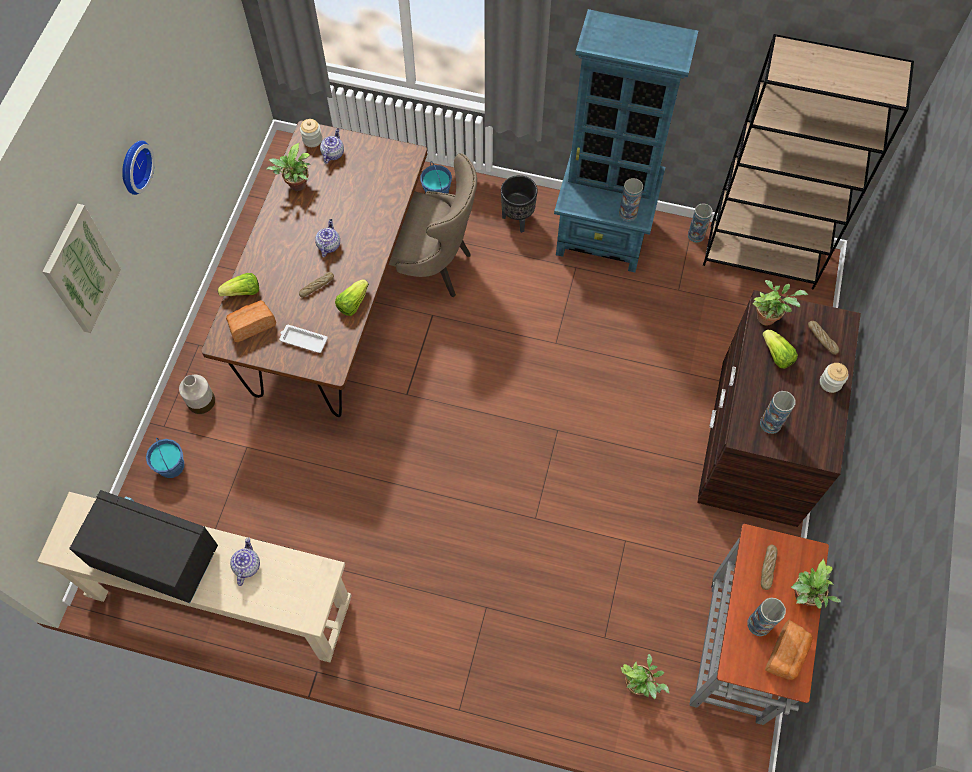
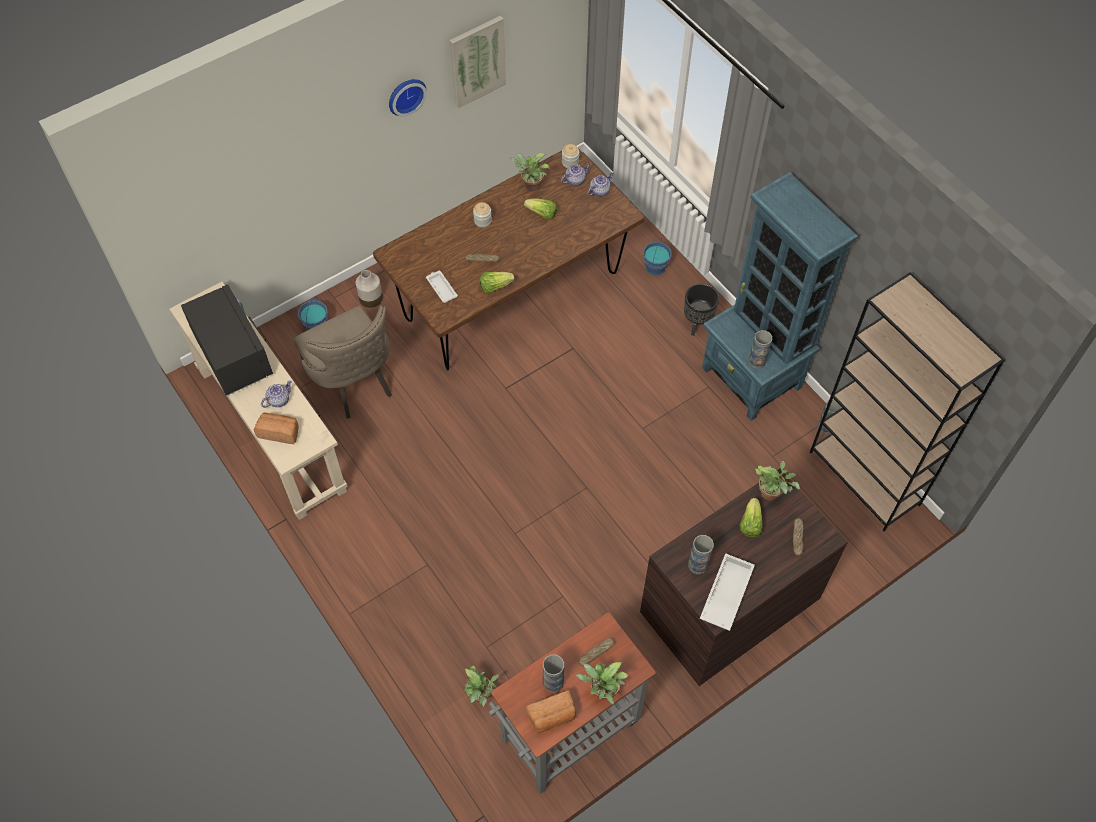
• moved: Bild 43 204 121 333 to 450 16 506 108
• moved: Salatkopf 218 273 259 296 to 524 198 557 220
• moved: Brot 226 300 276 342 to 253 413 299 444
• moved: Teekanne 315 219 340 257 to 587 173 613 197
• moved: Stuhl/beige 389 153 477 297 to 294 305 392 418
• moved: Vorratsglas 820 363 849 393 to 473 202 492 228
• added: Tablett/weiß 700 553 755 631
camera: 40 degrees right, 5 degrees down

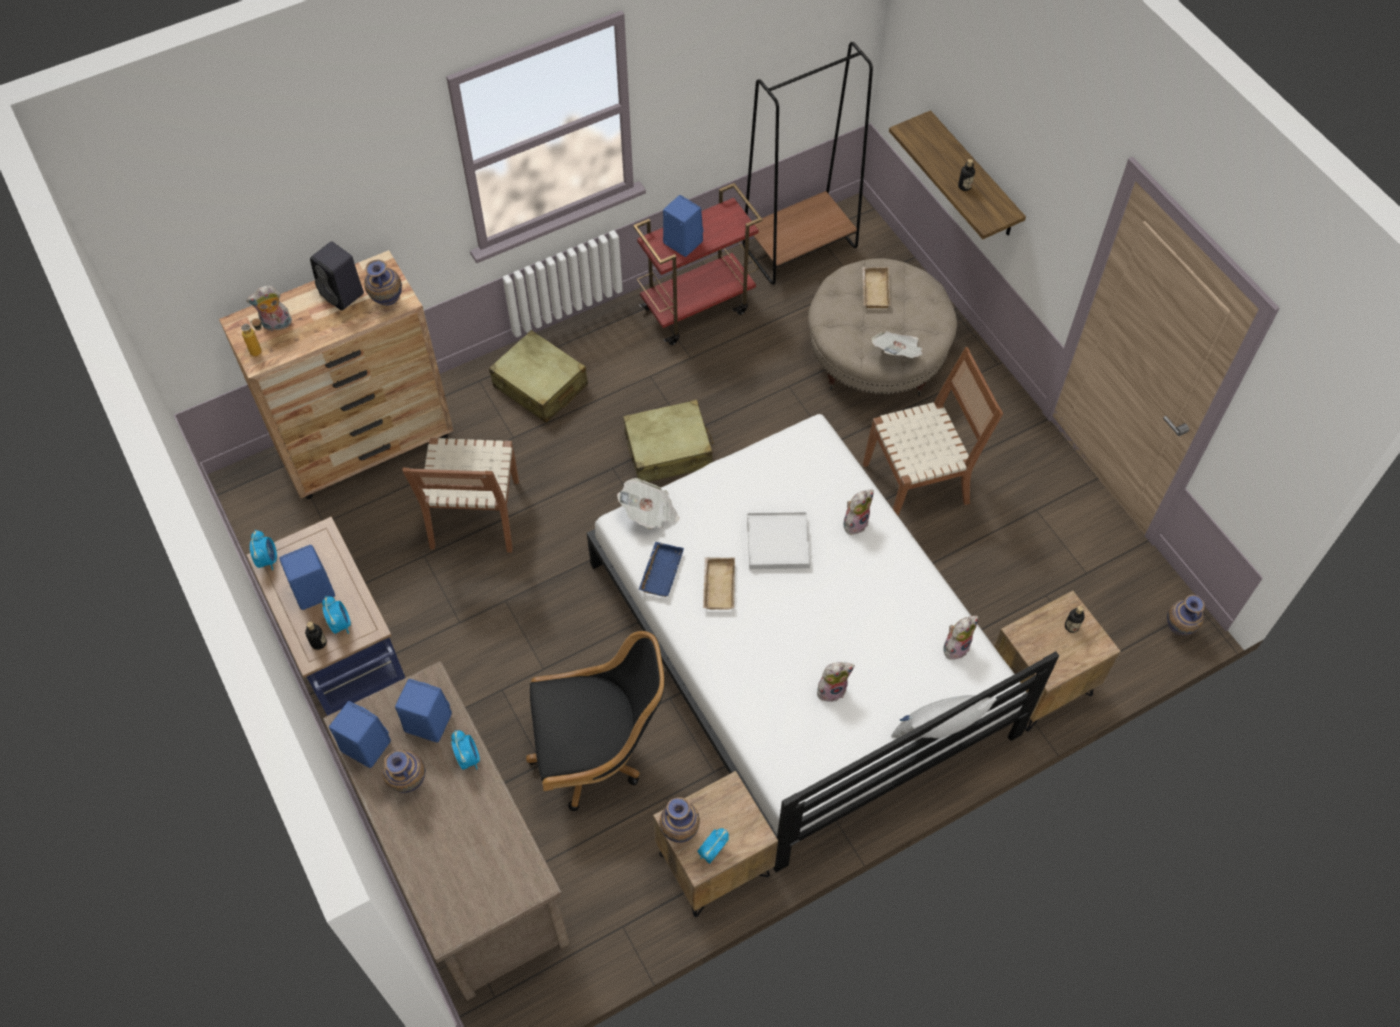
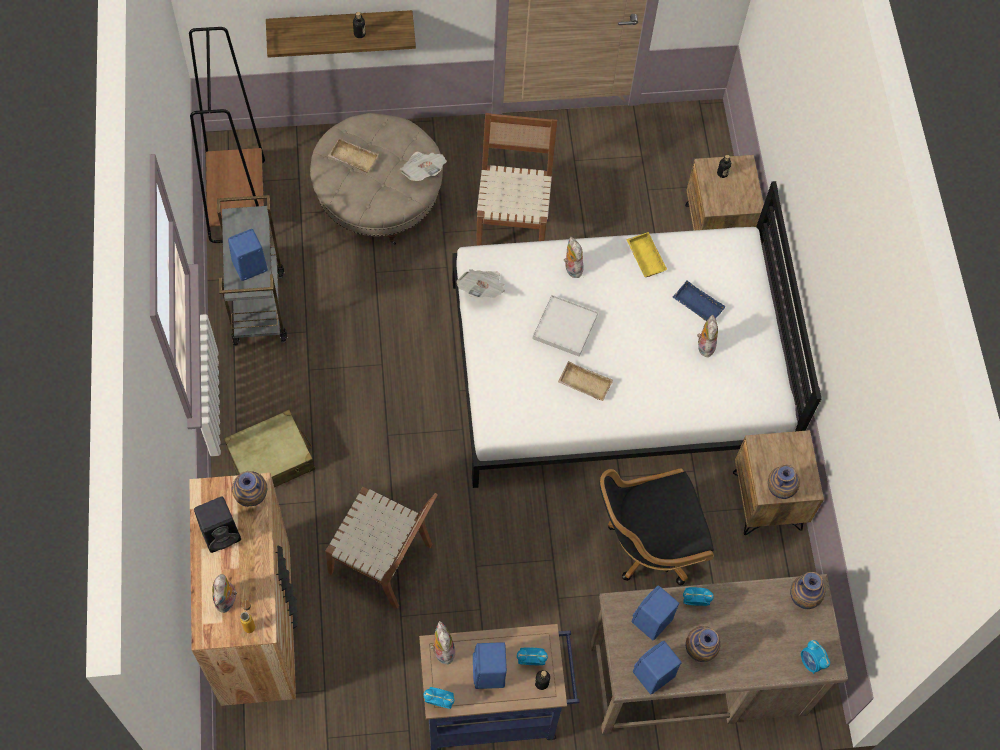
• turned: Bürostuhl/schwarz 526 631 665 811 = 600 469 714 586 120 degrees counterclockwise
• moved: Zeitung 617 478 679 529 to 456 269 505 298
• removed: Koffer/beige 623 400 714 482
• recoloured: Rollwagen/rot 633 183 763 345 to Rollwagen/grau 217 195 288 346
• moved: Tablett/blau 639 542 684 597 to 672 280 726 321
• moved: Wecker 697 828 729 864 to 801 640 830 674
• removed: Kissen/grau 891 695 997 741
• moved: Plüschtier 943 616 978 660 to 430 621 455 664
• moved: Vase 1167 595 1205 635 to 790 572 825 609
• added: Tablett/gelb 626 232 667 277
camera: 70 degrees left, 5 degrees up

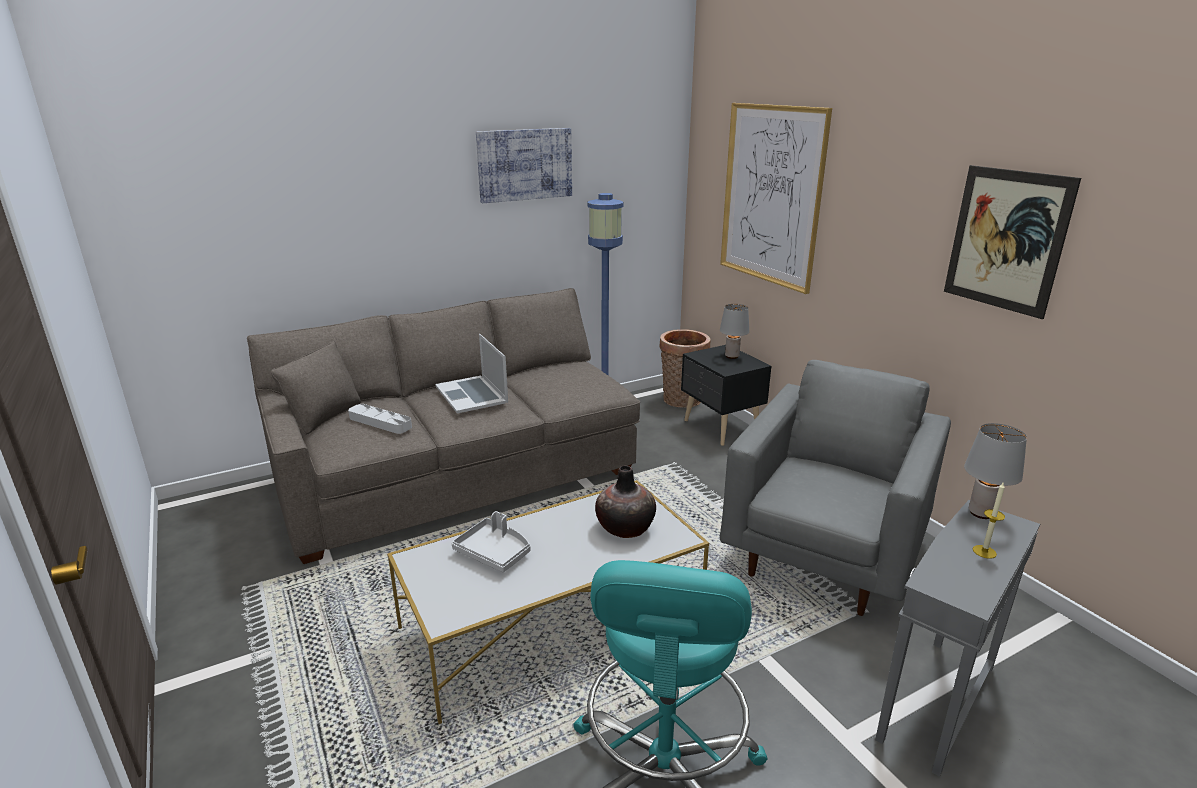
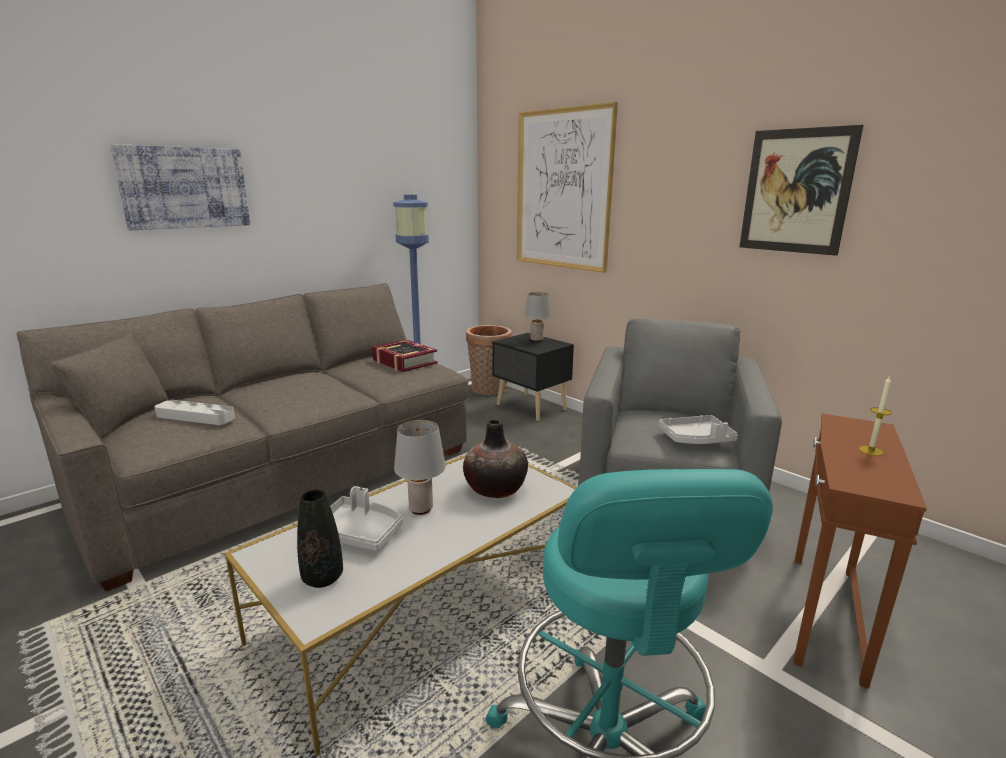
• removed: Laptop 435 334 508 413
• moved: Bild 476 128 572 203 to 110 144 250 230
• recoloured: Beistelltisch/grau 875 500 1040 777 to Beistelltisch/braun 794 413 927 689
• moved: Tischlampe/grau 964 423 1027 519 to 394 420 446 515
• added: Vase/schwarz 297 489 343 588
• added: Buch 372 340 438 372
• added: Tablett/grau 658 415 738 444
camera: 15 degrees left, 5 degrees down

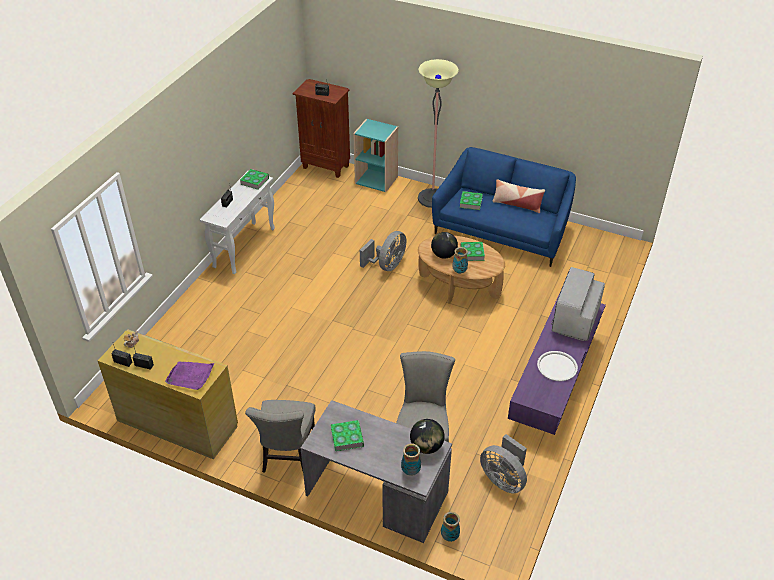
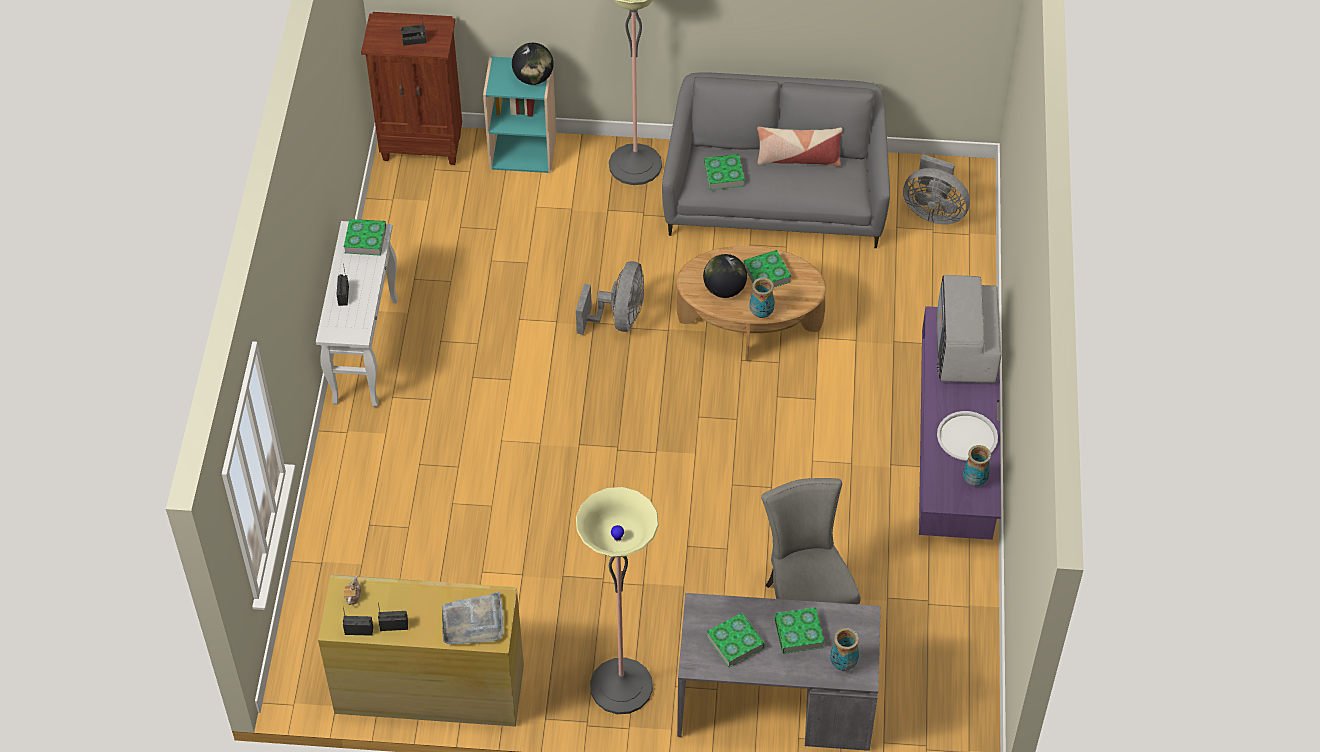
• recoloured: Tablett/lila 165 361 215 390 to Tablett/grau 442 591 504 644
• replaced: Stuhl/grau 245 400 316 473 to Stehlampe 576 487 659 714
• moved: Globus 410 419 445 454 to 512 43 554 85
• recoloured: Sofa/blau 432 147 576 267 to Sofa/grau 662 72 890 248
• moved: Vase 441 512 460 542 to 963 445 991 486
• moved: Ventilator/grau 480 434 527 493 to 903 154 970 225
• added: Buch 774 607 824 654
camera: 20 degrees left, 10 degrees up

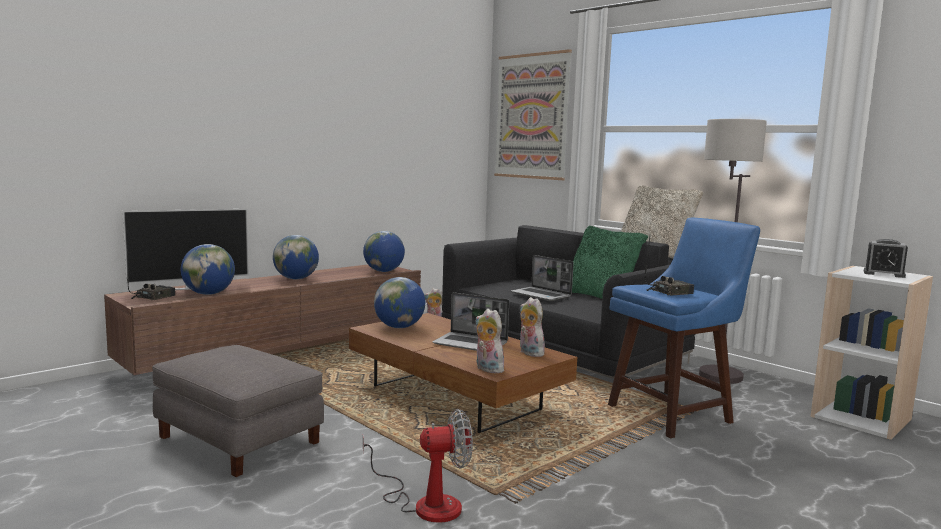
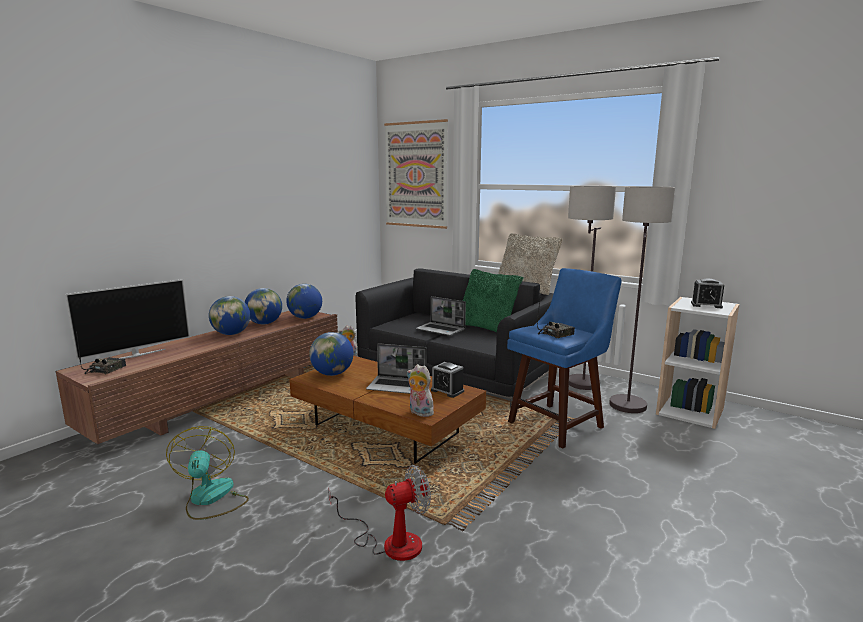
• replaced: Polsterhocker/grau 152 345 324 477 to Ventilator 166 426 249 520
• moved: Globus 181 244 235 295 to 245 288 282 324
• replaced: Plüschtier 520 297 547 357 to Wecker 431 362 464 398
• added: Stehlampe/grau 609 186 675 413
camera: 10 degrees left, 5 degrees up

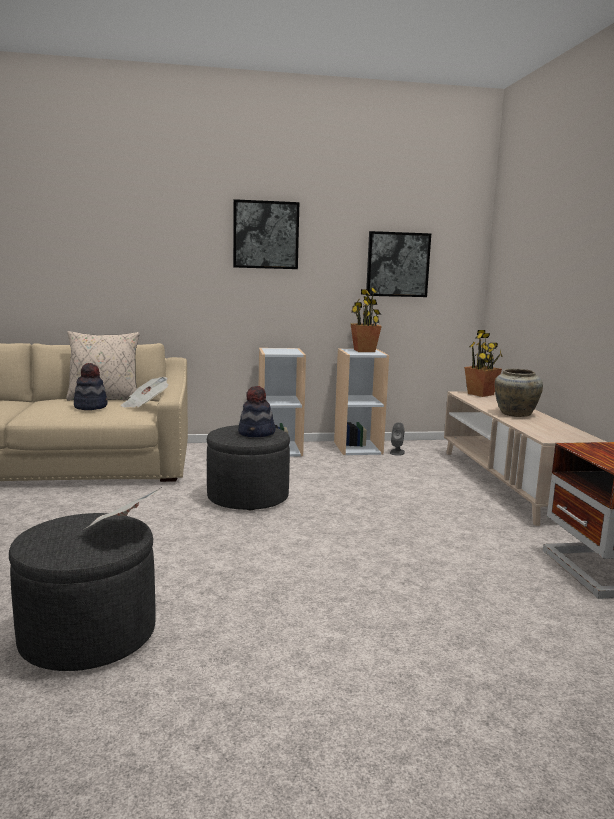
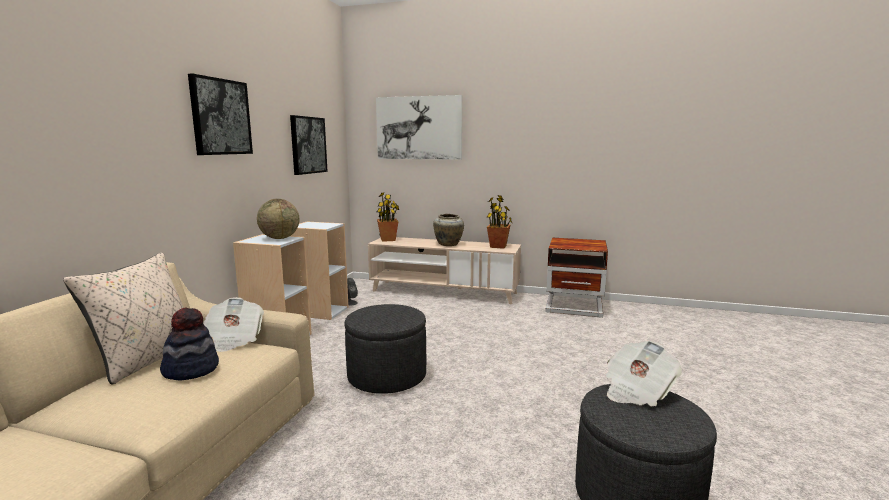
• removed: Hut 238 386 276 437
• moved: Topfpflanze 350 288 382 352 to 487 195 512 249
• added: Globus 257 199 300 239
• added: Bild 376 95 462 160
camera: 65 degrees left, 0 degrees up

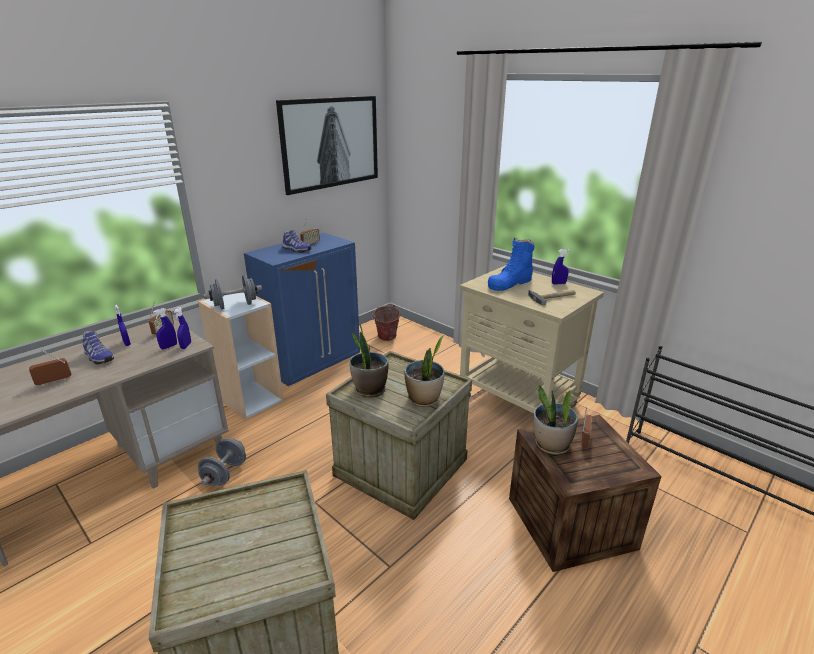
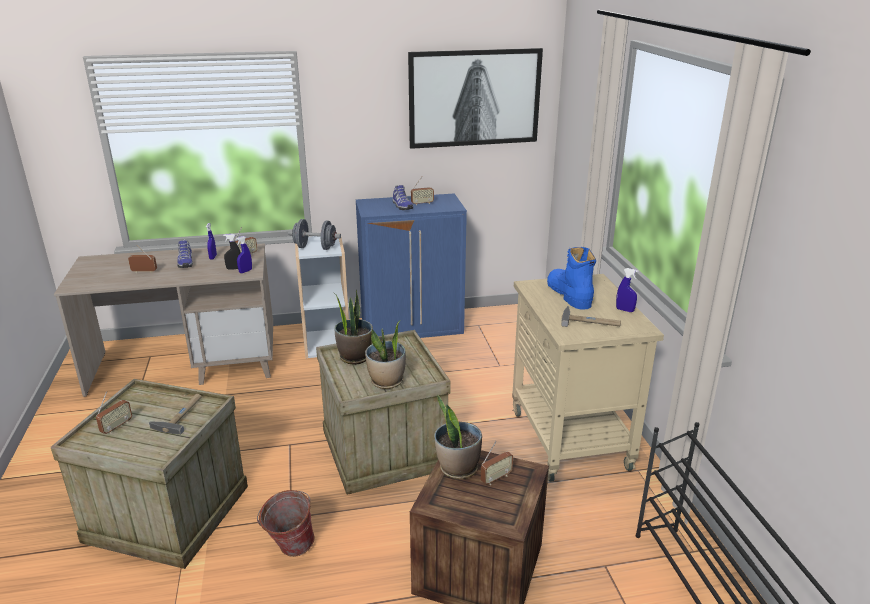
• recoloured: Sprühflasche/blau 153 308 177 350 to Sprühflasche/schwarz 223 234 241 270
• removed: Hantel/grau 198 438 246 486
• moved: Eimer 372 305 400 341 to 257 490 315 557
• turned: Stiefel/blau 488 238 535 291 = 547 247 596 309 75 degrees clockwise
• added: Radio 96 391 132 434
• added: Hammer 149 394 202 434
camera: 35 degrees right, 0 degrees up

